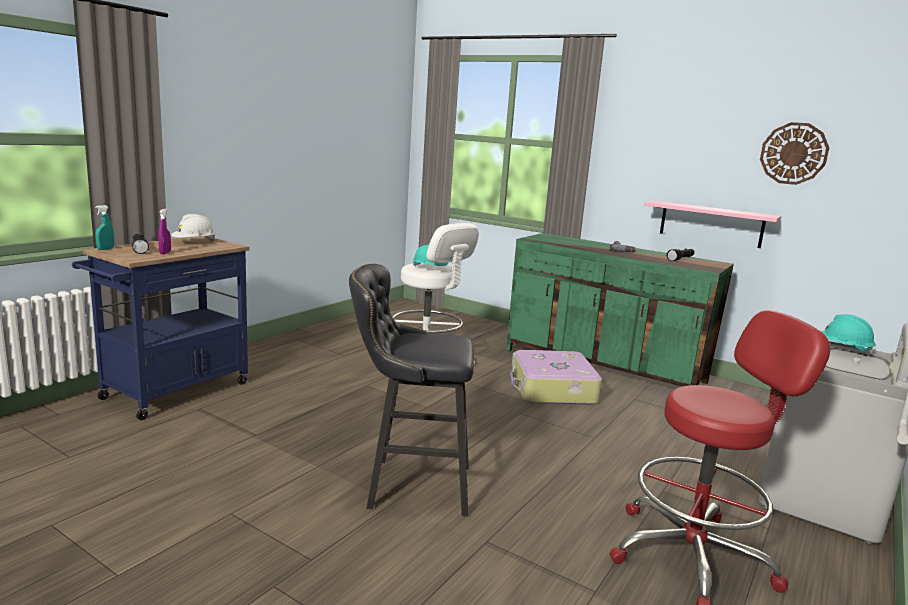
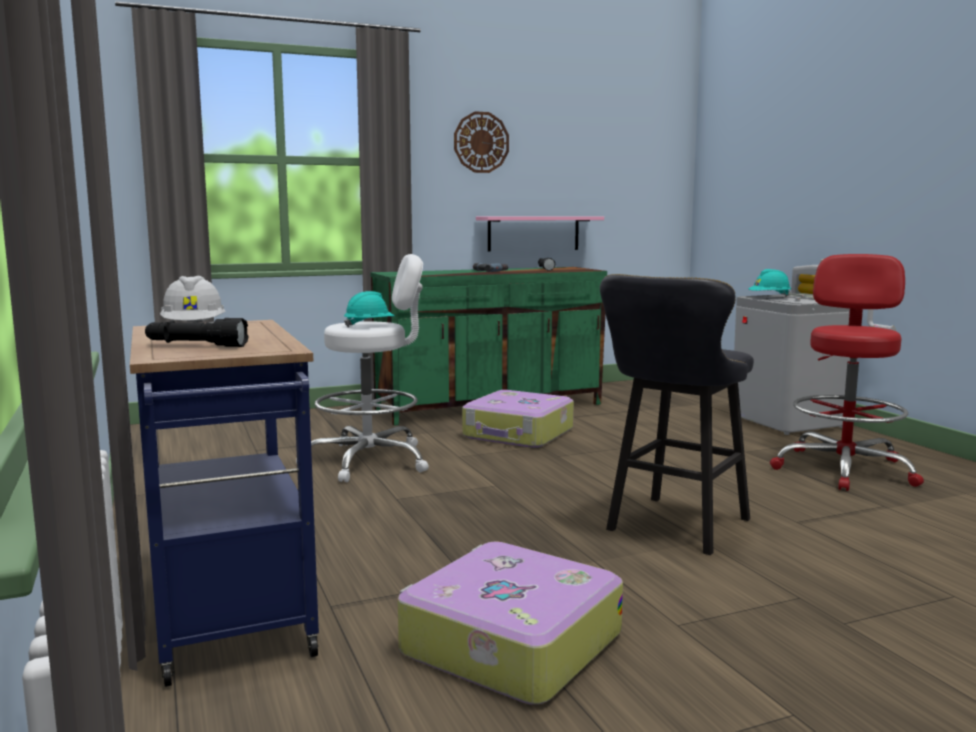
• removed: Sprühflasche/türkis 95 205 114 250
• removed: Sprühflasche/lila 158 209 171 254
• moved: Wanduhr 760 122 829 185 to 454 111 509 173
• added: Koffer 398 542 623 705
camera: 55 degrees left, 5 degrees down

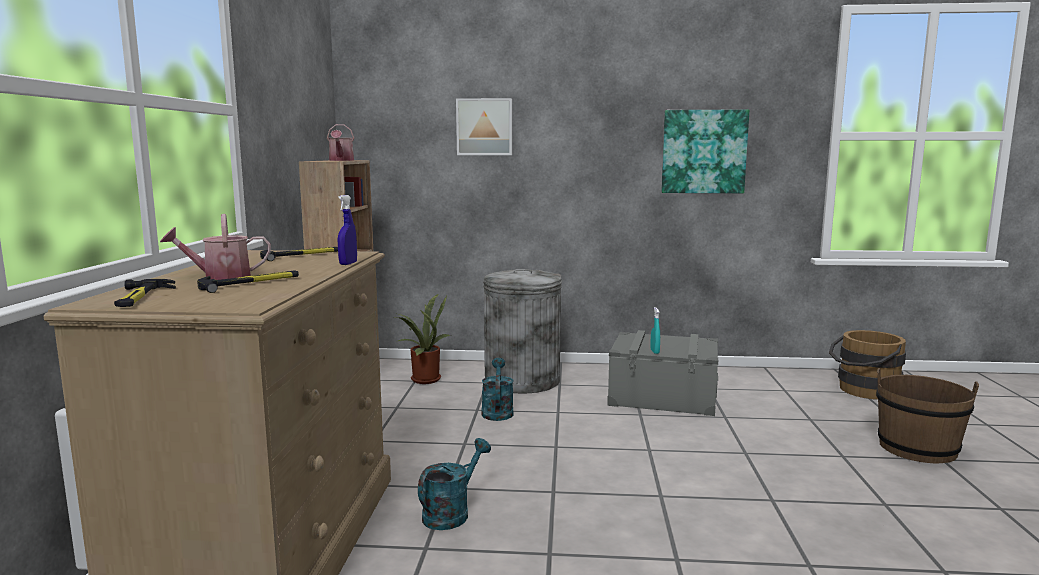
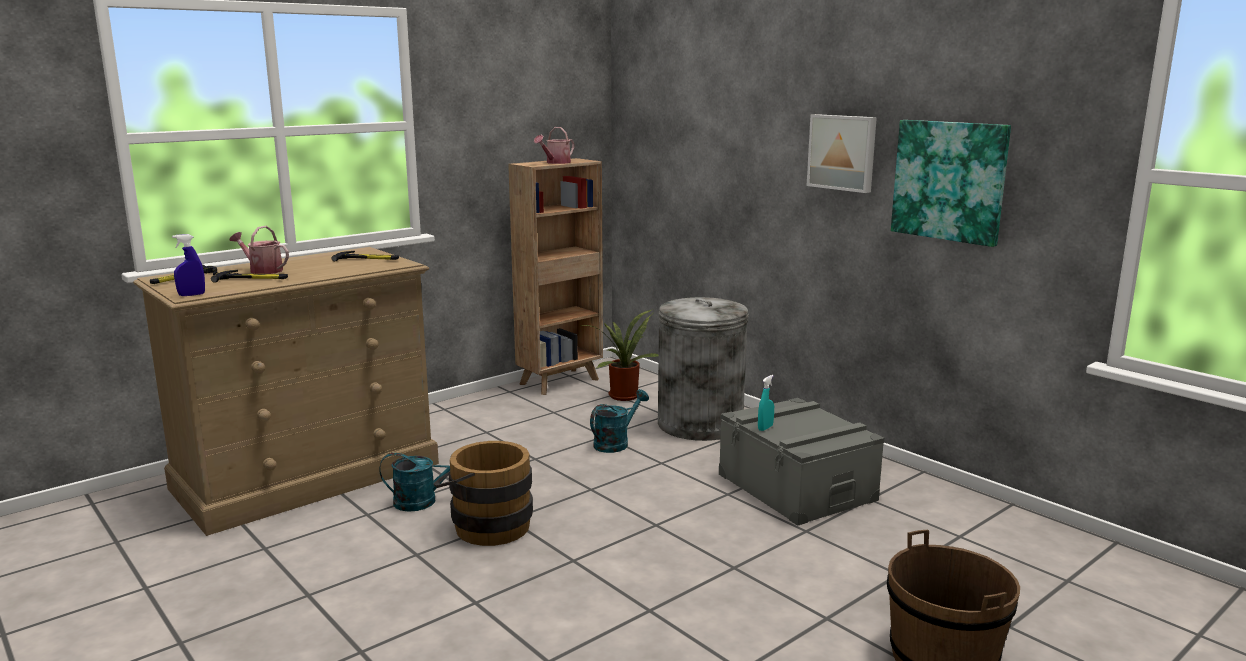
• moved: Sprühflasche/blau 338 195 357 265 to 172 234 205 296
• moved: Bild 456 98 512 155 to 807 114 877 193
• moved: Eimer/braun 829 330 906 400 to 434 441 533 546
camera: 45 degrees right, 5 degrees up

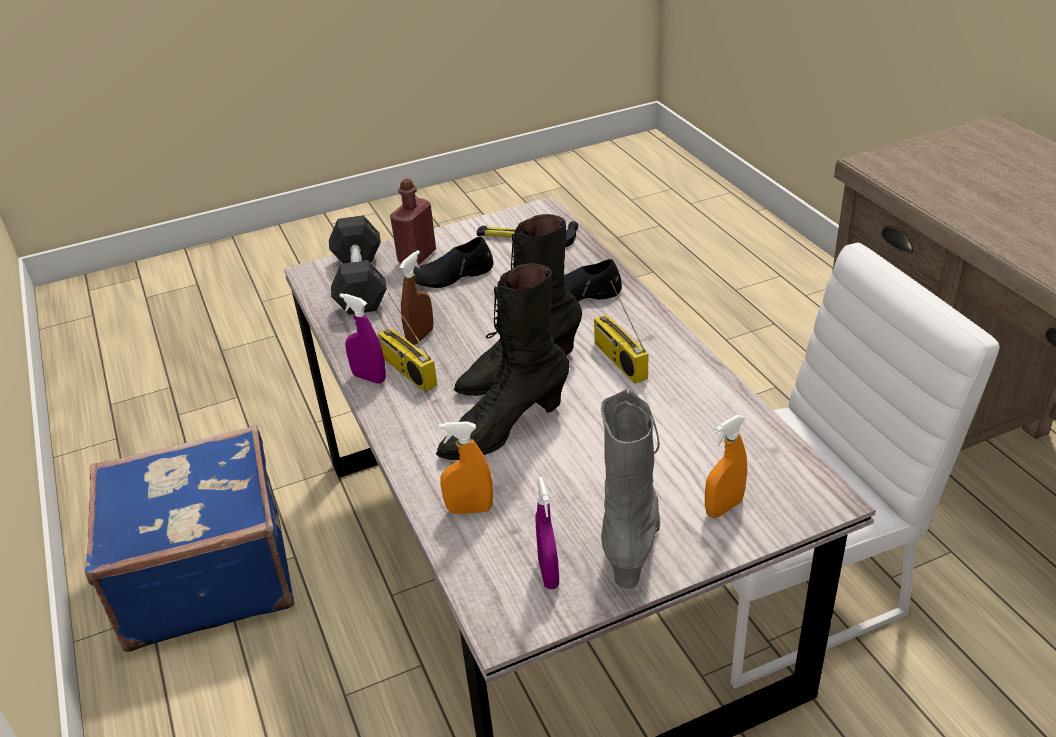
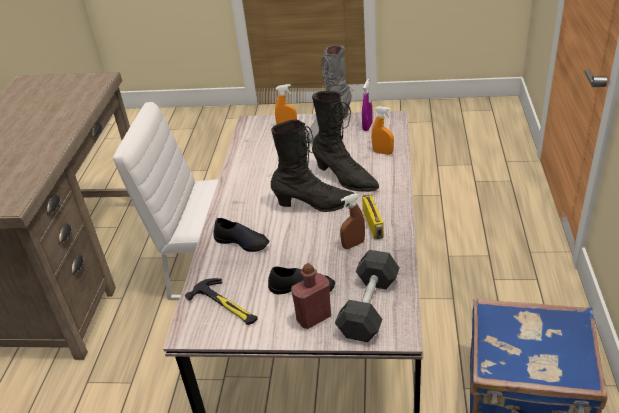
• removed: Sprühflasche/lila 339 293 386 384
• turned: Stiefel/schwarz 436 263 570 460 = 312 91 379 192 45 degrees clockwise
• removed: Radio 594 281 648 384
camera: 150 degrees left, 0 degrees up

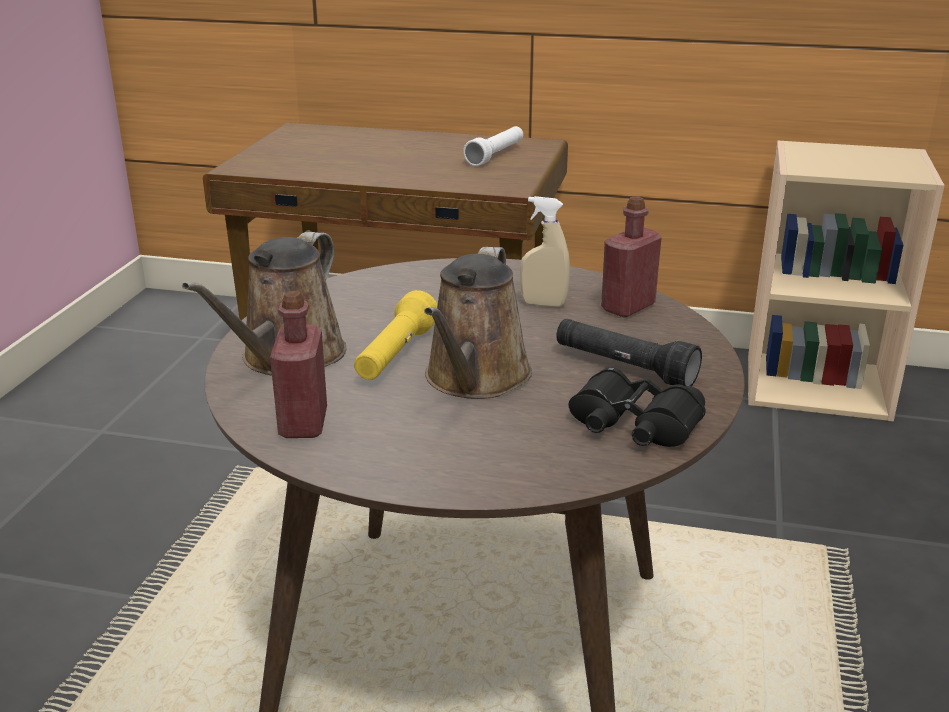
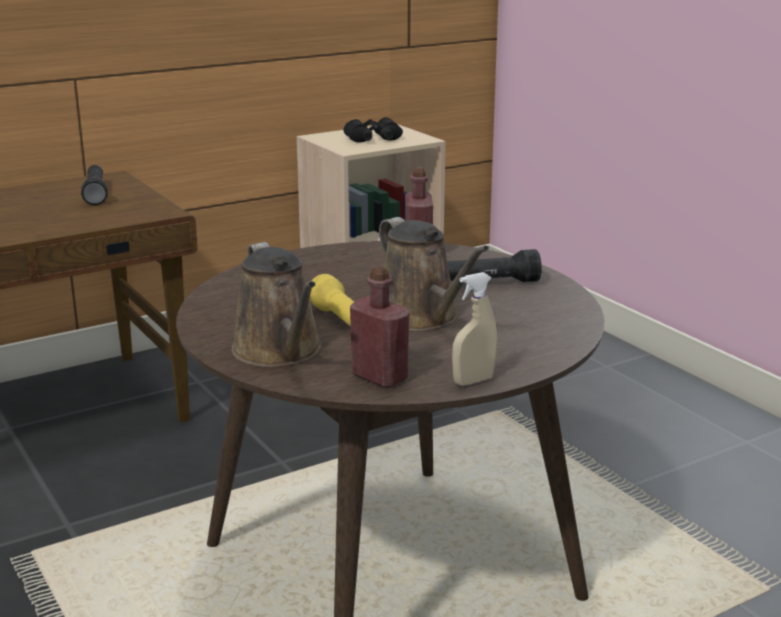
• recoloured: Taschenlampe/weiß 463 126 523 166 to Taschenlampe/schwarz 81 165 108 205
• moved: Sprühflasche/beige 520 196 570 307 to 452 272 497 386
• moved: Fernglas/schwarz 568 367 705 447 to 343 117 403 143
camera: 45 degrees left, 5 degrees down

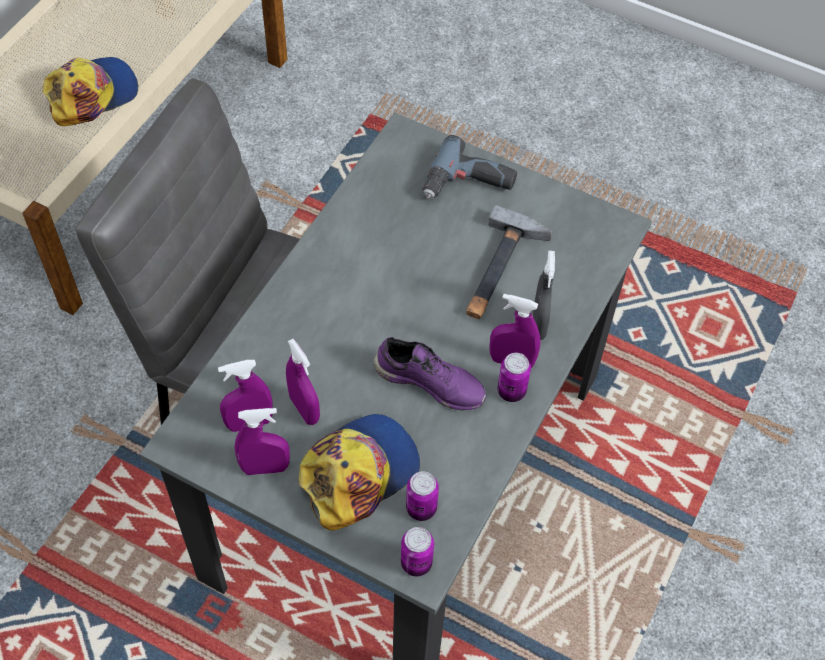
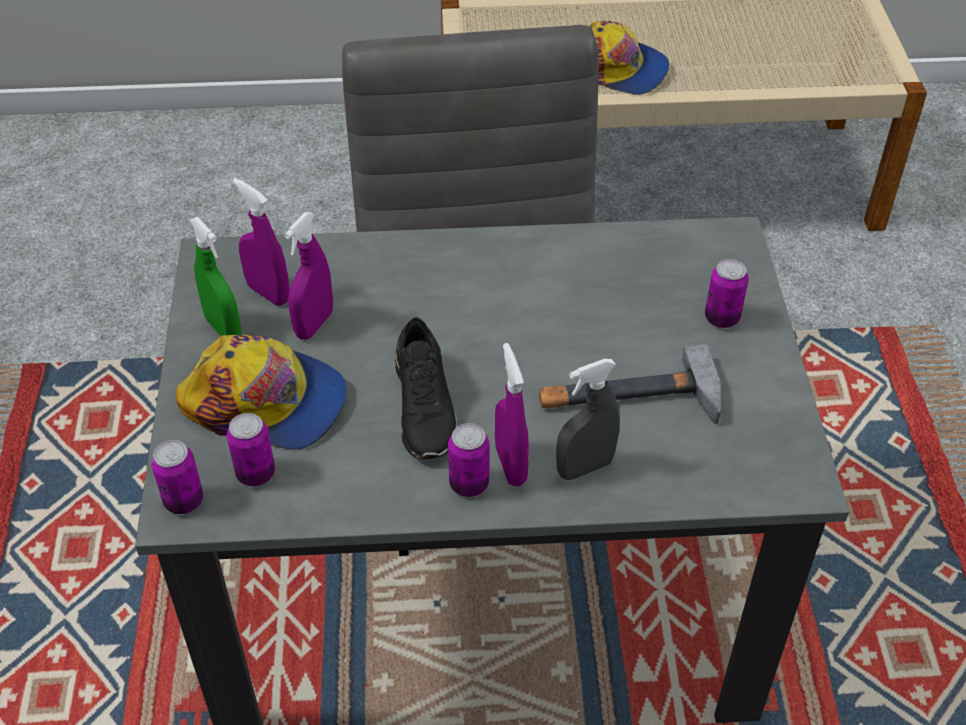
• recoloured: Sprühflasche/lila 235 408 290 475 to Sprühflasche/grün 190 217 241 336
• recoloured: Schuh/lila 374 337 487 410 to Schuh/schwarz 395 317 458 459
• replaced: Bohrmaschine 422 135 517 199 to Dose 705 259 749 328
camera: 60 degrees right, 10 degrees down

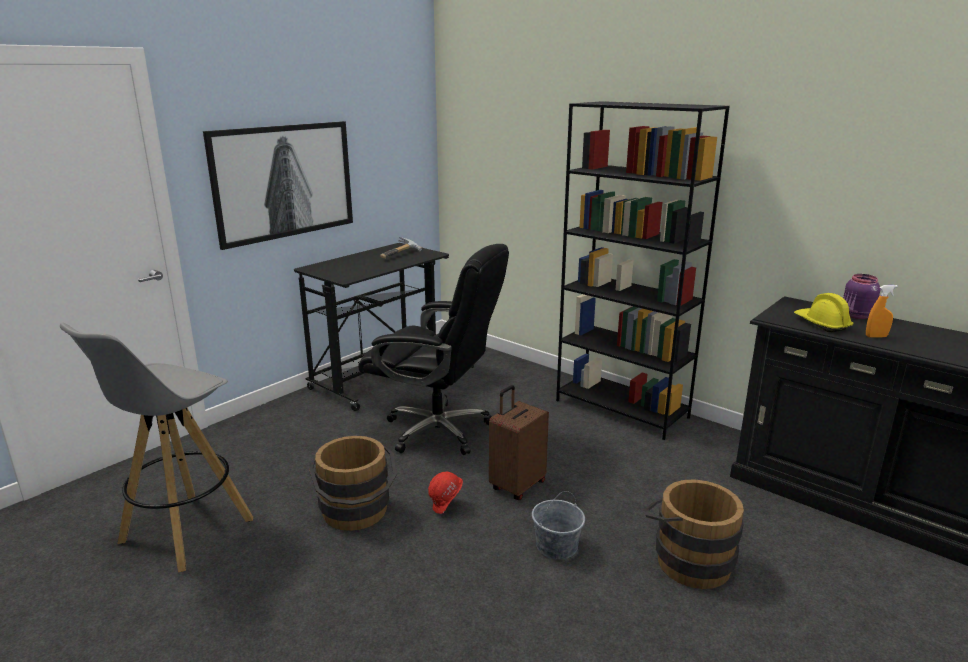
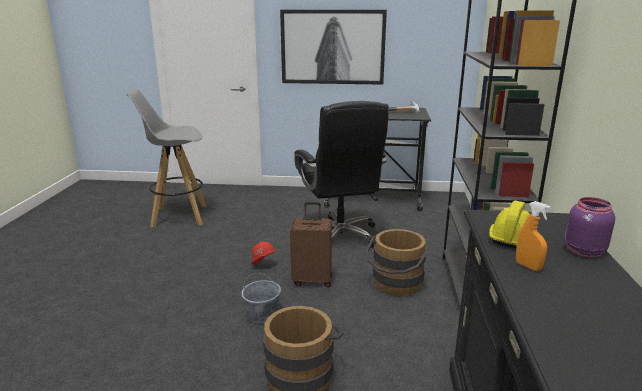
• moved: Eimer/braun 309 436 397 531 to 366 229 428 295
camera: 55 degrees right, 0 degrees up

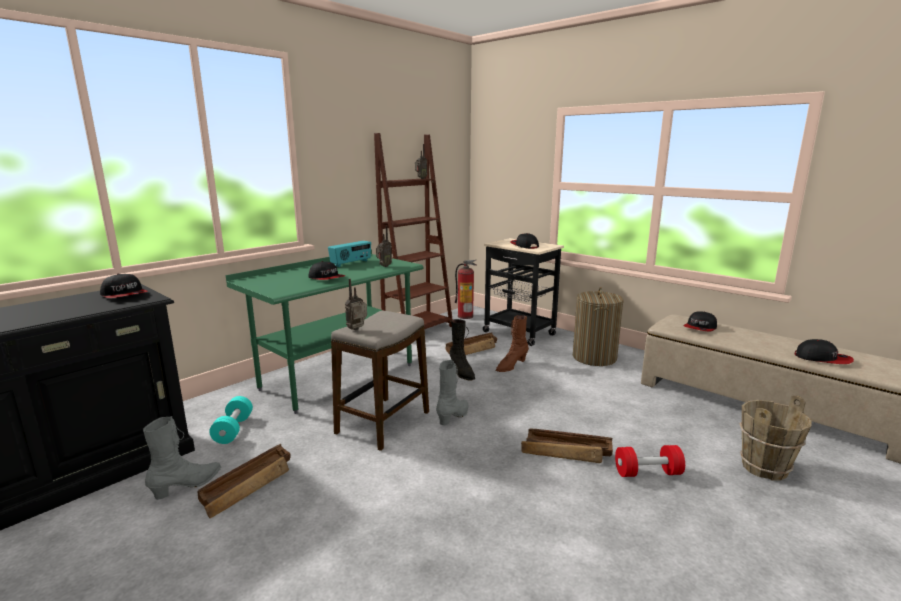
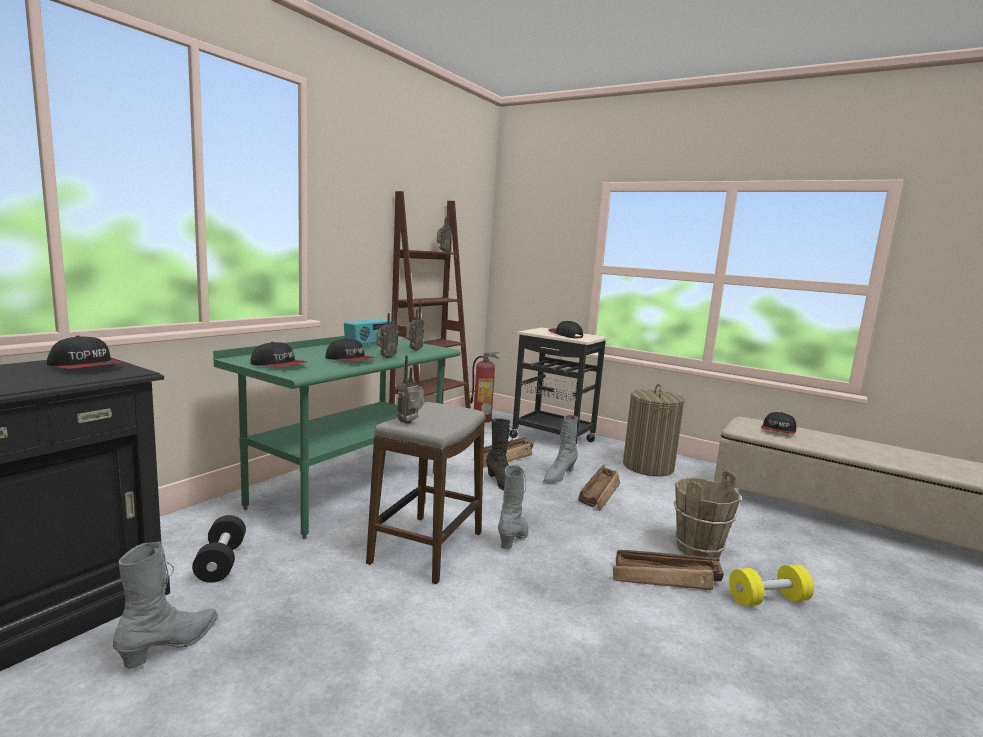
• moved: Kiste 198 444 291 518 to 578 465 620 511
• recoloured: Hantel/türkis 209 396 253 444 to Hantel/schwarz 192 515 246 583
• recoloured: Stiefel/braun 496 315 529 372 to Stiefel/grau 543 415 579 484
• recoloured: Hantel/rot 615 445 685 477 to Hantel/gelb 729 565 814 606
• moved: Eimer/braun 739 395 812 480 to 674 471 741 558
• moved: Kappe 795 339 854 364 to 250 342 308 367
• added: Radio 377 302 398 358
camera: 10 degrees left, 5 degrees down

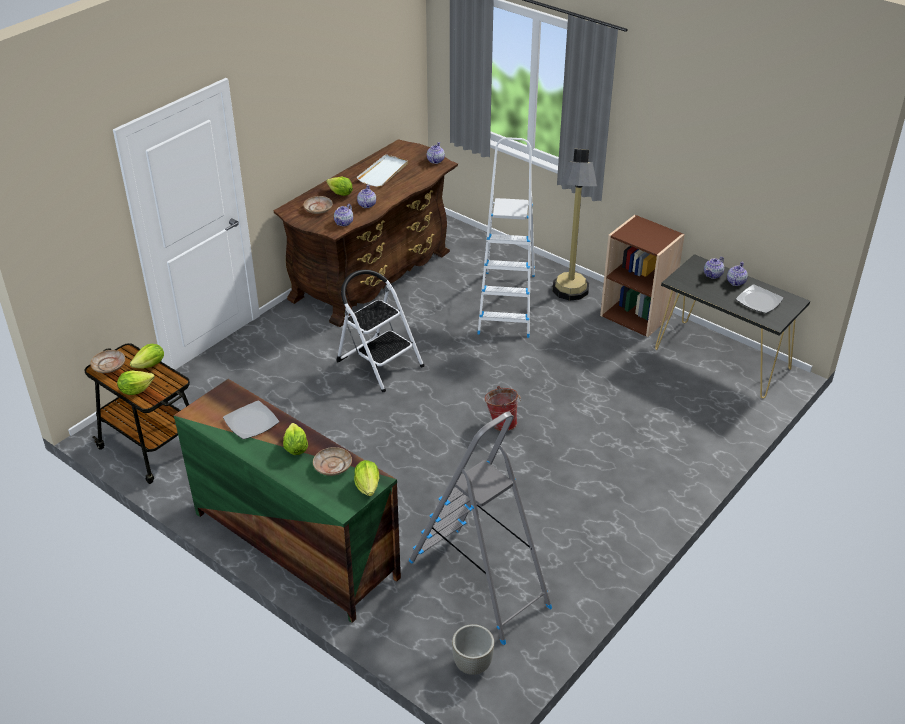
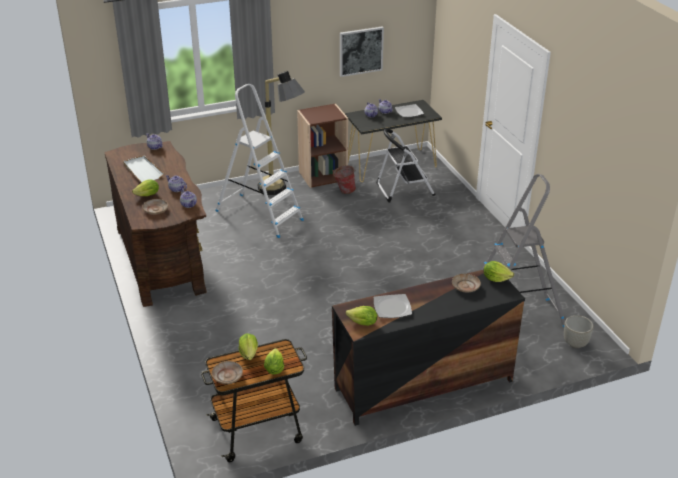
• recoloured: Schrank/grün 173 379 401 623 to Schrank/schwarz 332 270 525 426
• moved: Salatkopf 283 423 308 455 to 346 306 377 326
• moved: Trittleiter 337 270 425 392 to 376 129 435 203
• moved: Eimer 485 386 521 431 to 333 165 356 194
• added: Bild 340 26 384 77
camera: 60 degrees left, 5 degrees down

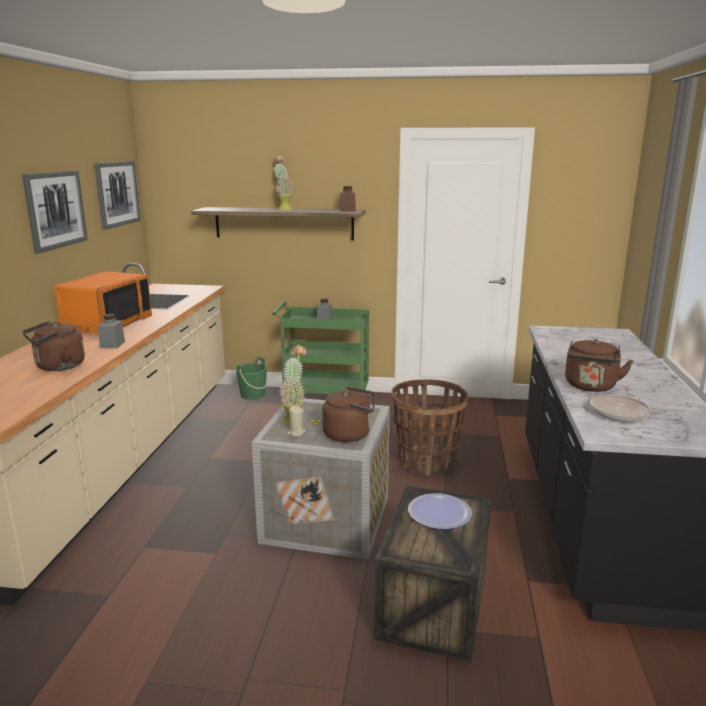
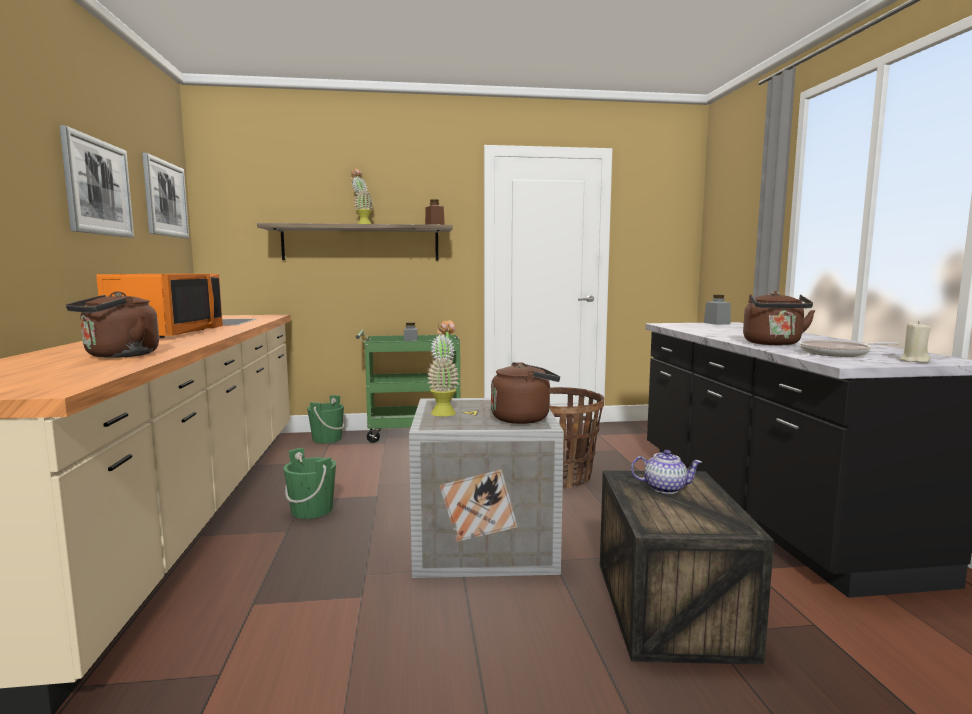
• moved: Vorratsglas/grau 98 314 125 348 to 704 295 731 325
• moved: Kerze/beige 287 406 306 436 to 899 321 931 363
• replaced: Teller 408 493 472 529 to Teekanne 631 450 702 494
• added: Eimer/grün 283 447 336 519
camera: 15 degrees left, 10 degrees down

